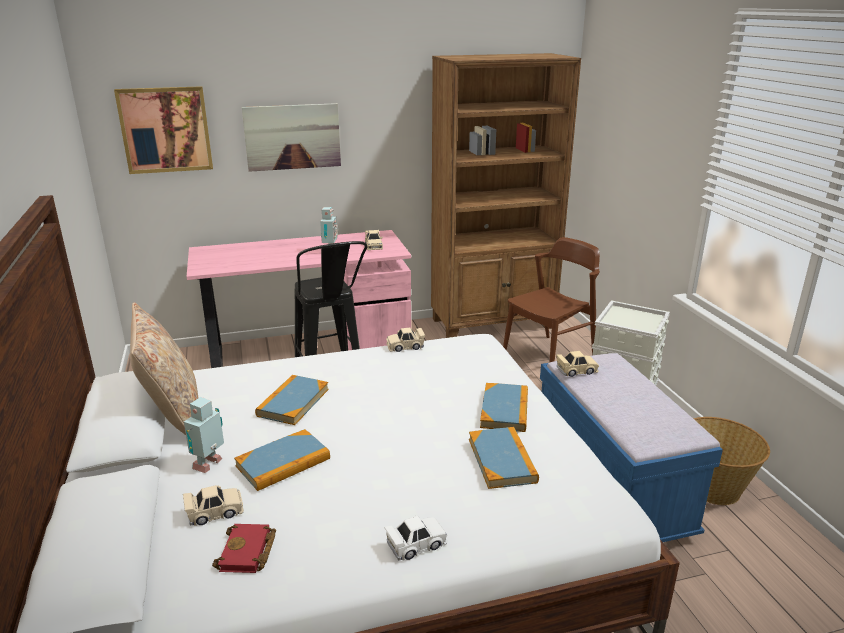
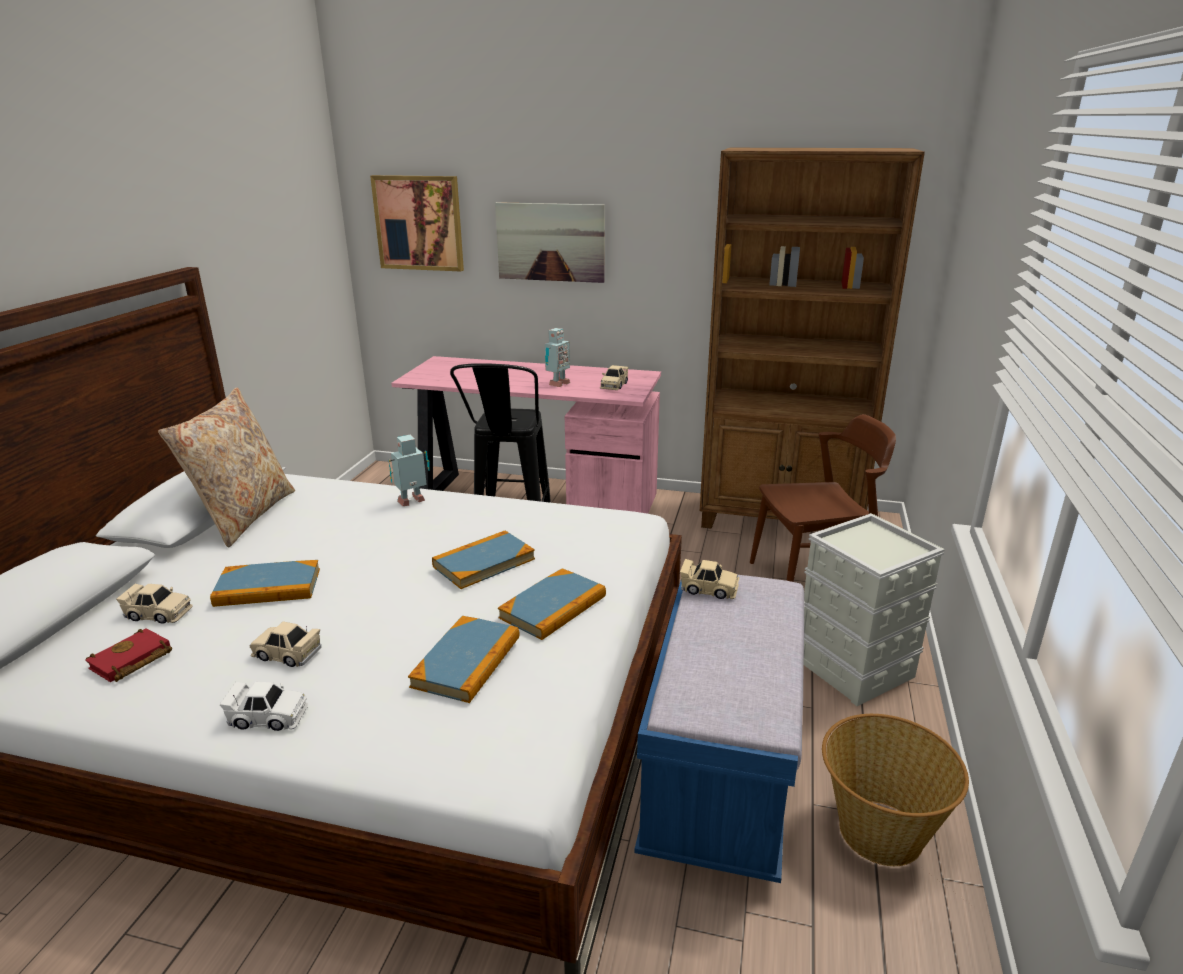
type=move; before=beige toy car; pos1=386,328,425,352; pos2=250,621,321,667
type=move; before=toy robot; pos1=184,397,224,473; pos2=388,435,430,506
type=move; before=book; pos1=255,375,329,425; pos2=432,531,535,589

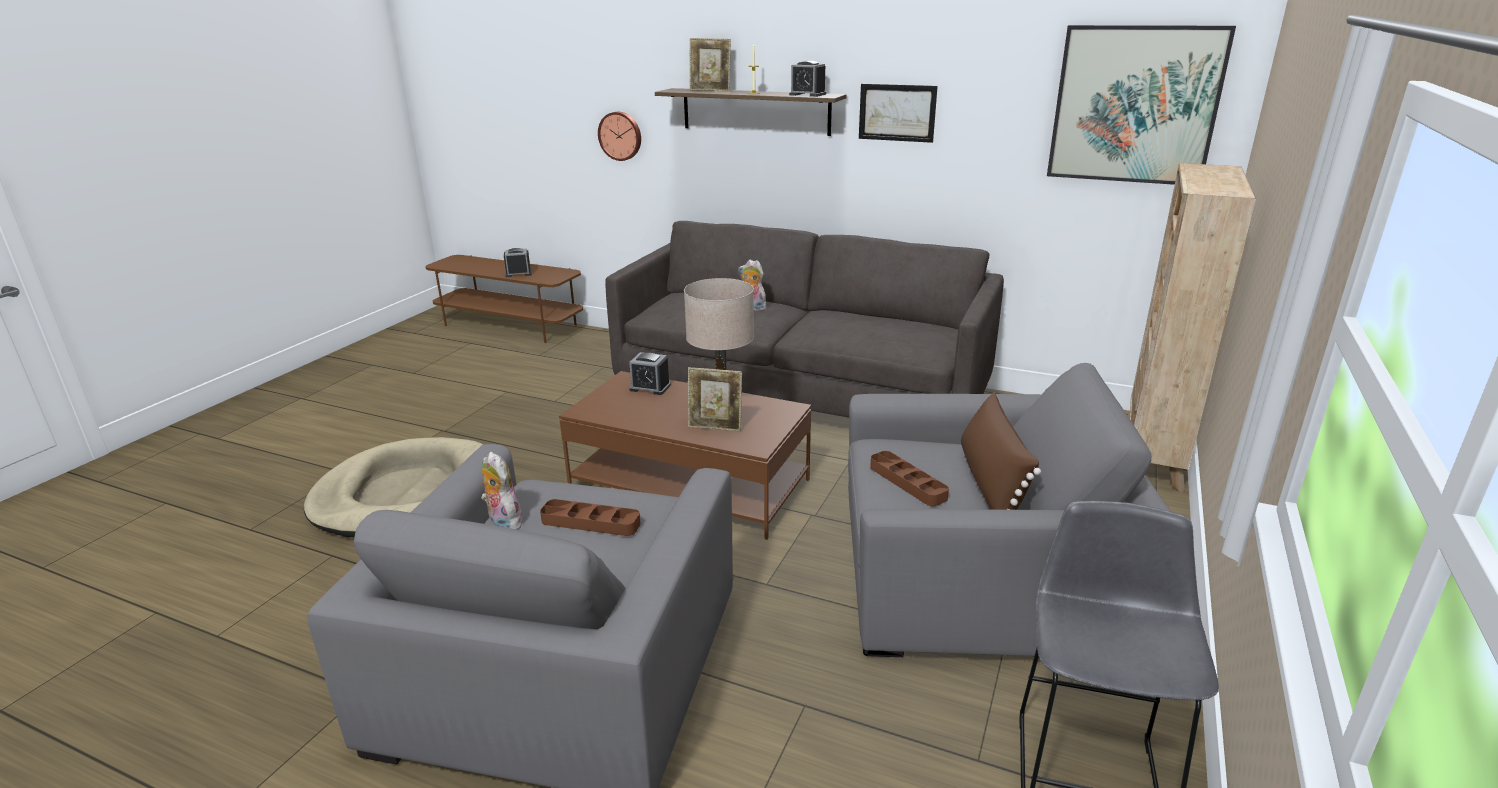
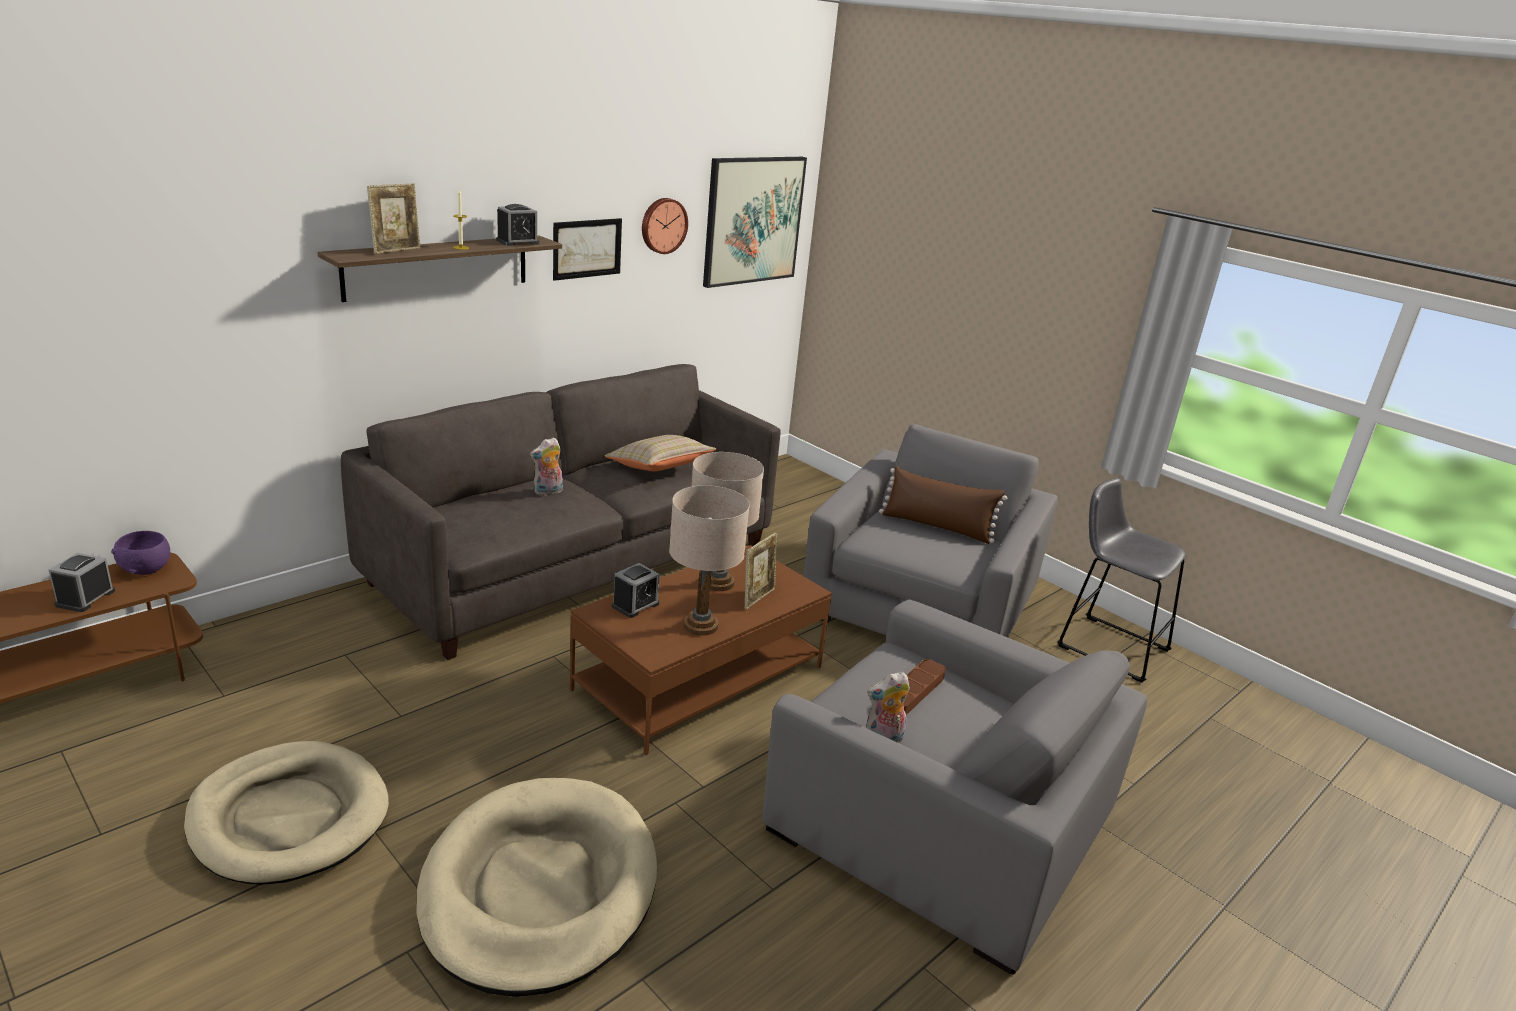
type=insert; after=purple bowl; pos2=111,531,170,575
type=insert; after=beige dog bed; pos2=184,741,389,885
type=insert; after=beige pillow; pos2=604,435,716,471
type=move; before=wall clock; pos1=598,112,641,161; pos2=642,198,688,254
type=insert; after=beige table lamp; pos2=669,485,750,636
type=delete; before=brown tray; pos1=870,451,949,506
type=delete; before=beige bookcase; pos1=1128,163,1256,493

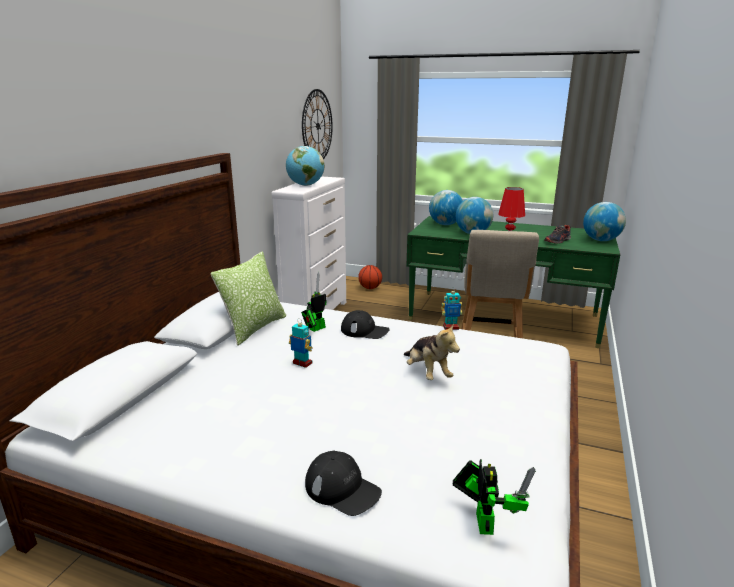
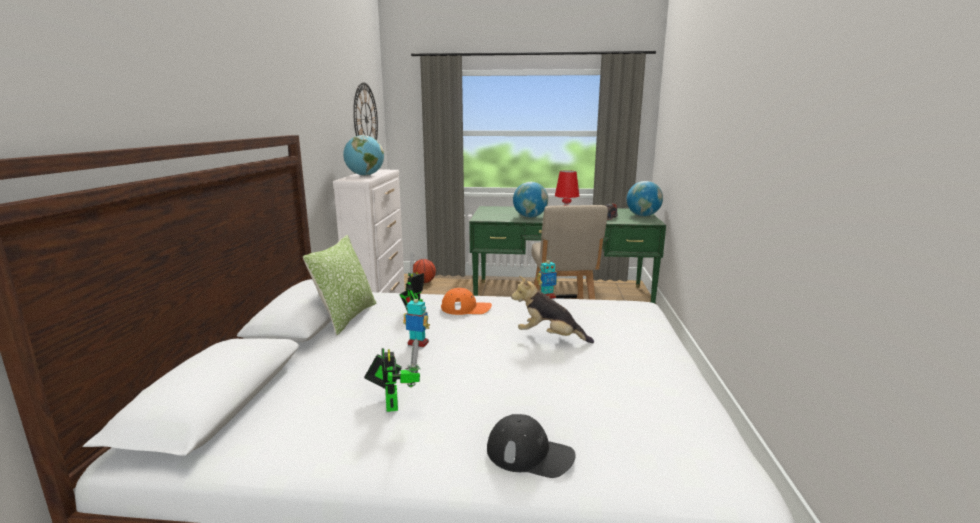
type=move; before=toy robot; pos1=453,459,536,535; pos2=364,339,421,412
type=recolor; before=black cap; after=orange cap; pos1=341,310,390,339; pos2=441,288,492,315
type=rotate; before=plush toy; pos1=404,323,460,380; pos2=511,276,594,343; turn=150
type=delete; before=globe; pos1=429,190,463,225

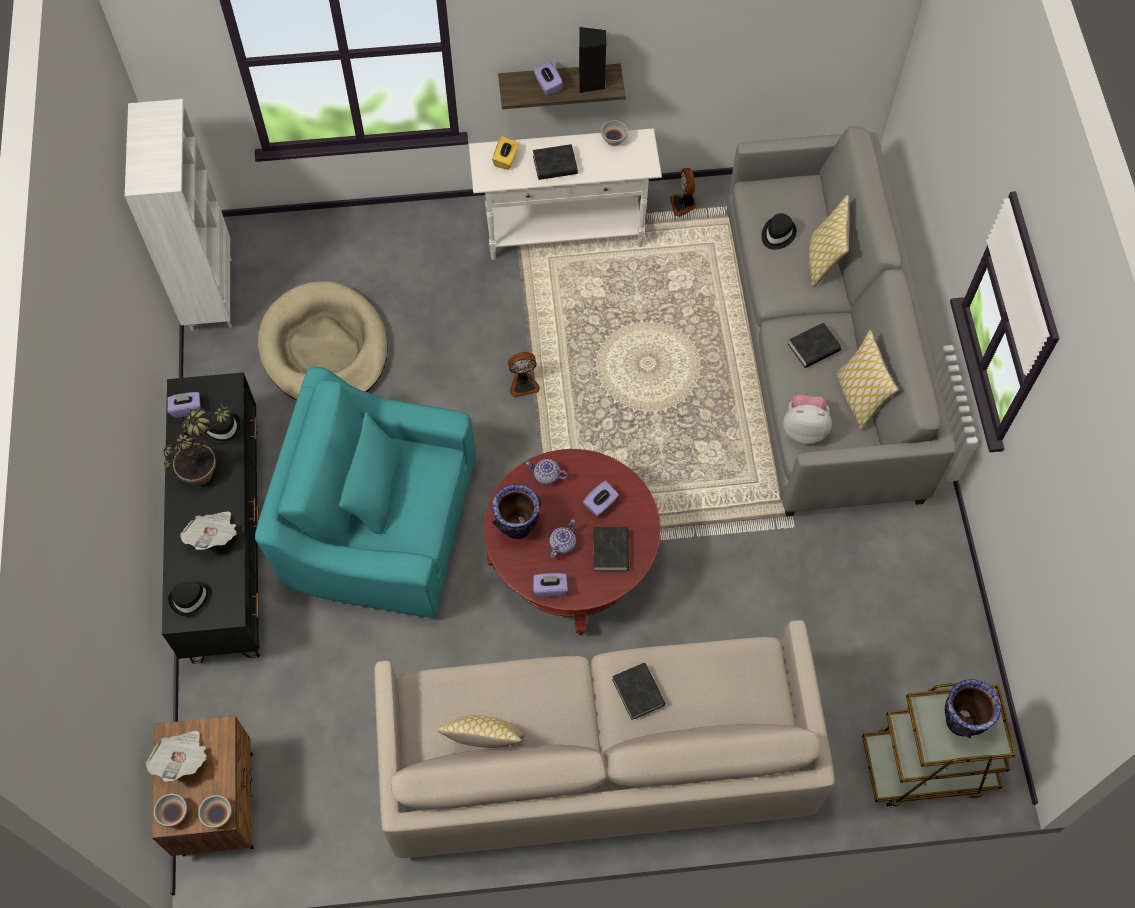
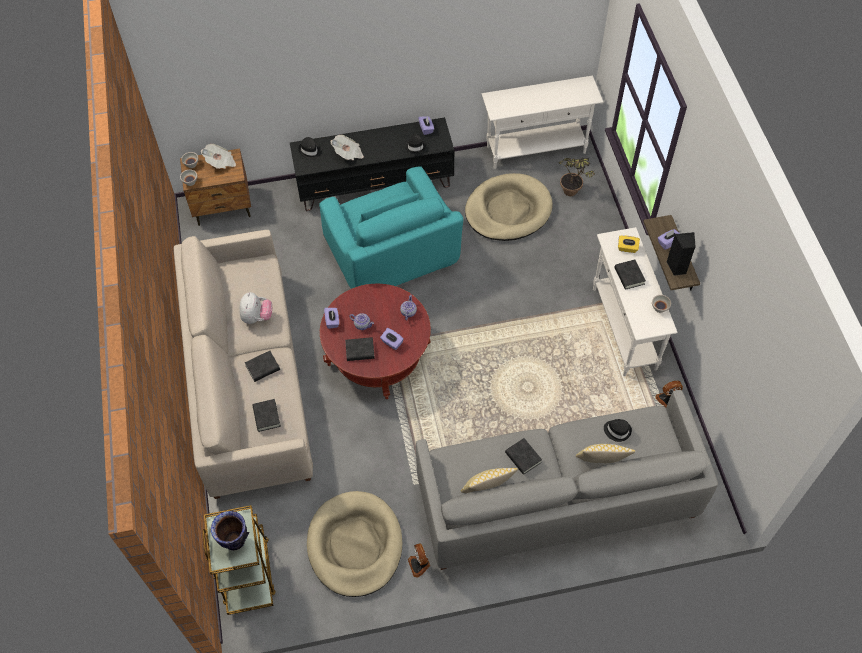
type=move; before=plush toy; pos1=783,394,832,444; pos2=240,292,272,324
type=insert; after=black book; pos2=252,399,281,432
type=insert; after=beige dog bed; pos2=307,491,402,597
type=rotate; before=turquoise armchair; pos1=255,366,476,618; pos2=319,166,463,289; turn=150
type=move; before=fan; pos1=508,352,540,398; pos2=408,543,430,577
type=replace; before=white bookcase; after=white console table; pos1=125,99,232,331; pos2=482,75,603,169
type=move; before=potted plant; pos1=163,403,232,485; pos2=559,158,595,196
type=delete; before=pillow; pos1=438,715,525,748
type=delete; before=vase; pos1=492,484,541,539

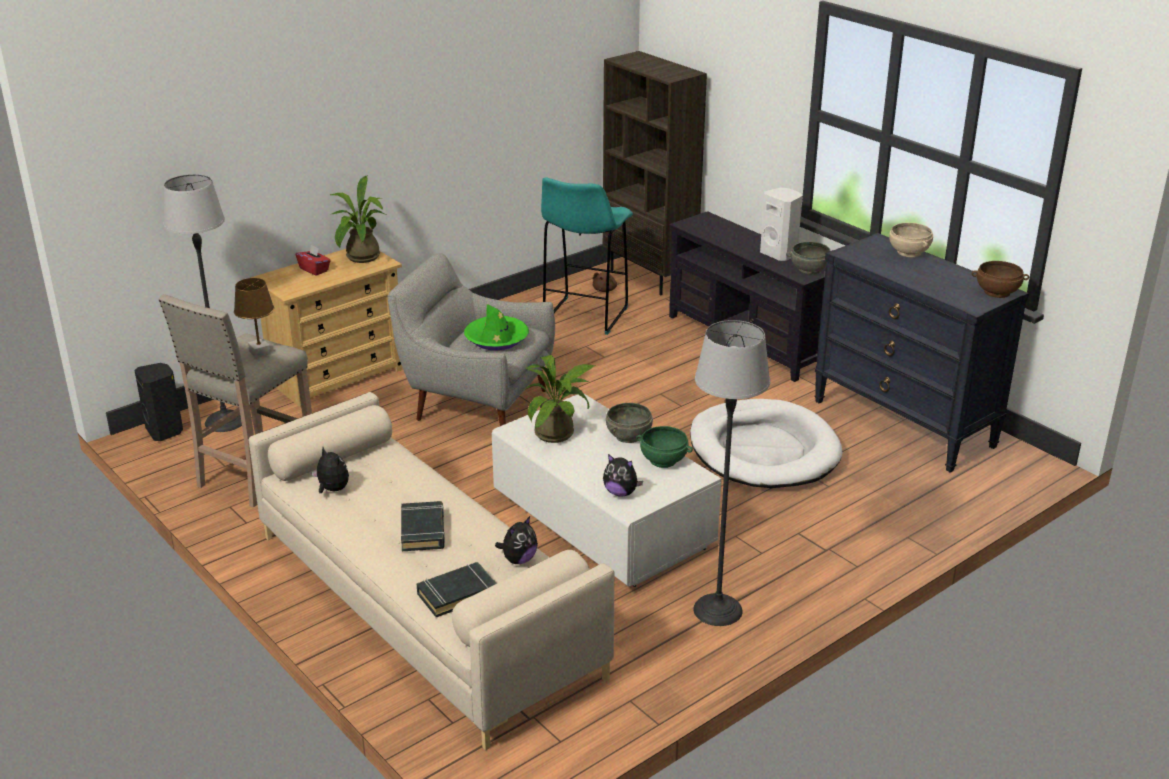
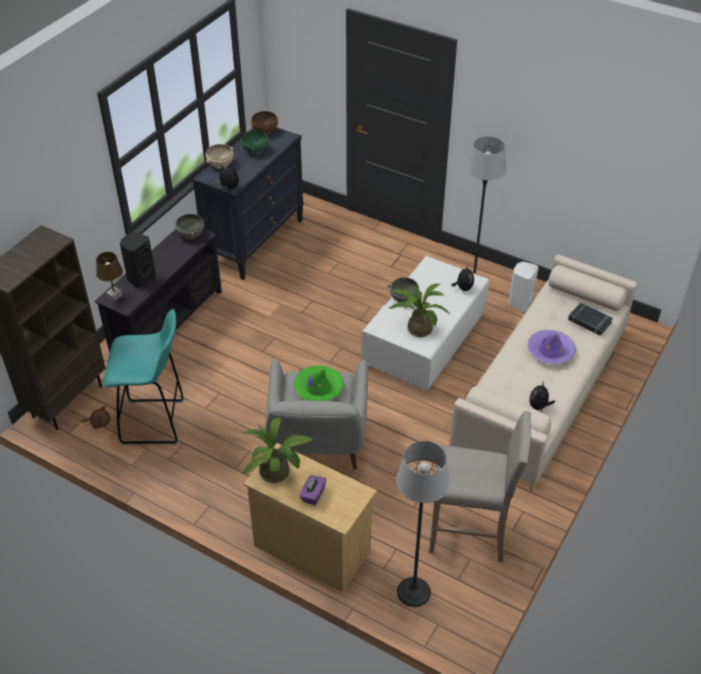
type=move; before=brown table lamp; pos1=234,278,274,358; pos2=96,252,123,302
type=move; before=black speaker; pos1=134,363,183,441; pos2=120,232,156,288
type=move; before=plush toy; pos1=495,516,538,564; pos2=216,165,239,191
type=move; before=green bowl; pos1=636,426,693,468; pos2=241,130,269,155
type=recolor; before=red tissue box; after=purple tissue box; pos1=296,245,331,276; pos2=299,475,326,505
type=move; before=white speaker; pos1=760,187,802,261; pos2=508,262,539,312
type=replace; before=black book; after=purple hat; pos1=401,501,445,551; pos2=528,330,576,364
type=delete; before=white dog bed; pos1=690,399,843,488

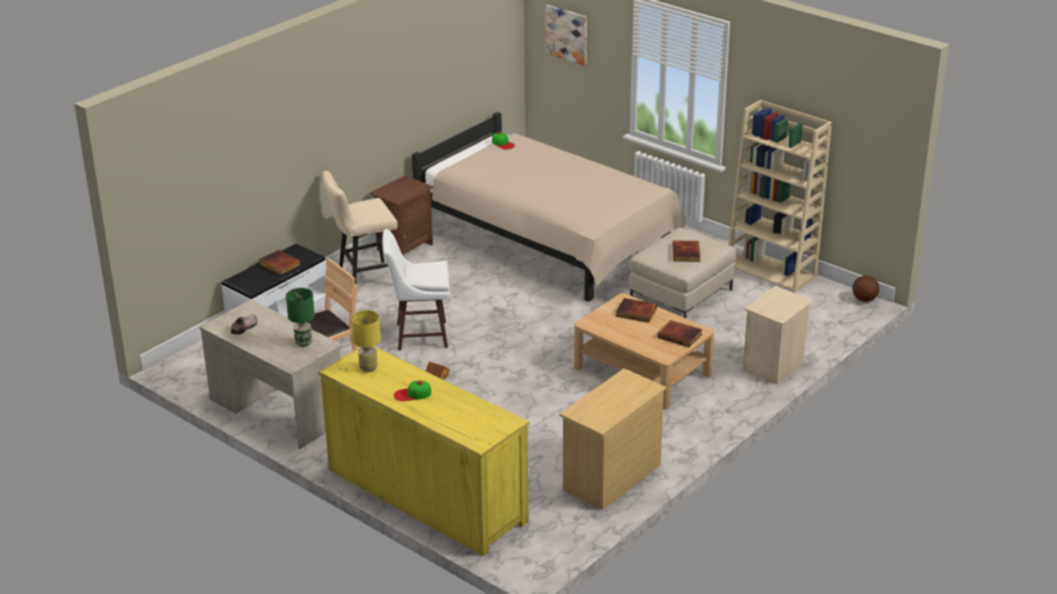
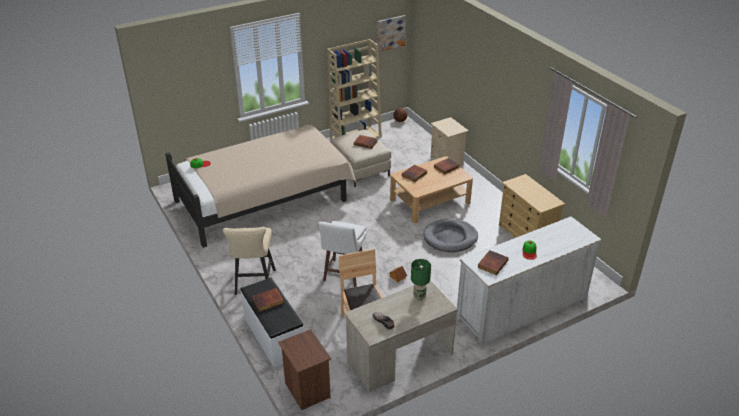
type=move; before=brown nightstand; pos1=370,175,433,256; pos2=278,329,331,410
type=move; before=picture; pos1=545,5,587,65; pos2=377,15,406,52
type=insert; after=grey dog bed; pos2=423,218,478,252
type=recolor; before=yellow dresser; after=white dresser; pos1=318,346,530,556; pos2=456,216,602,345
type=replace; before=yellow table lamp; after=book; pos1=351,310,381,372; pos2=477,250,509,275

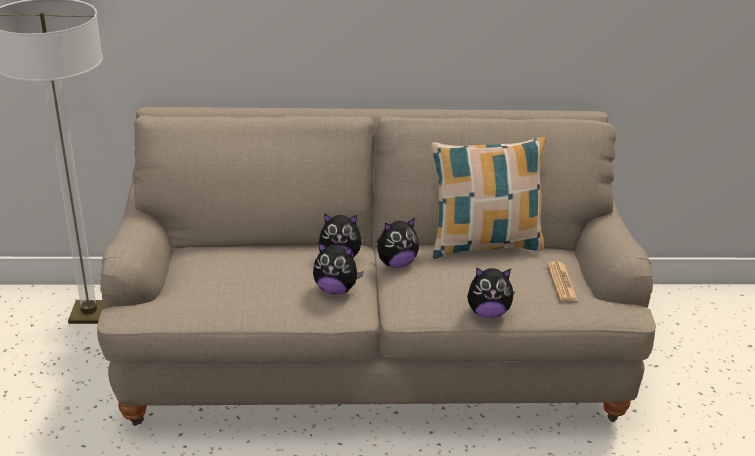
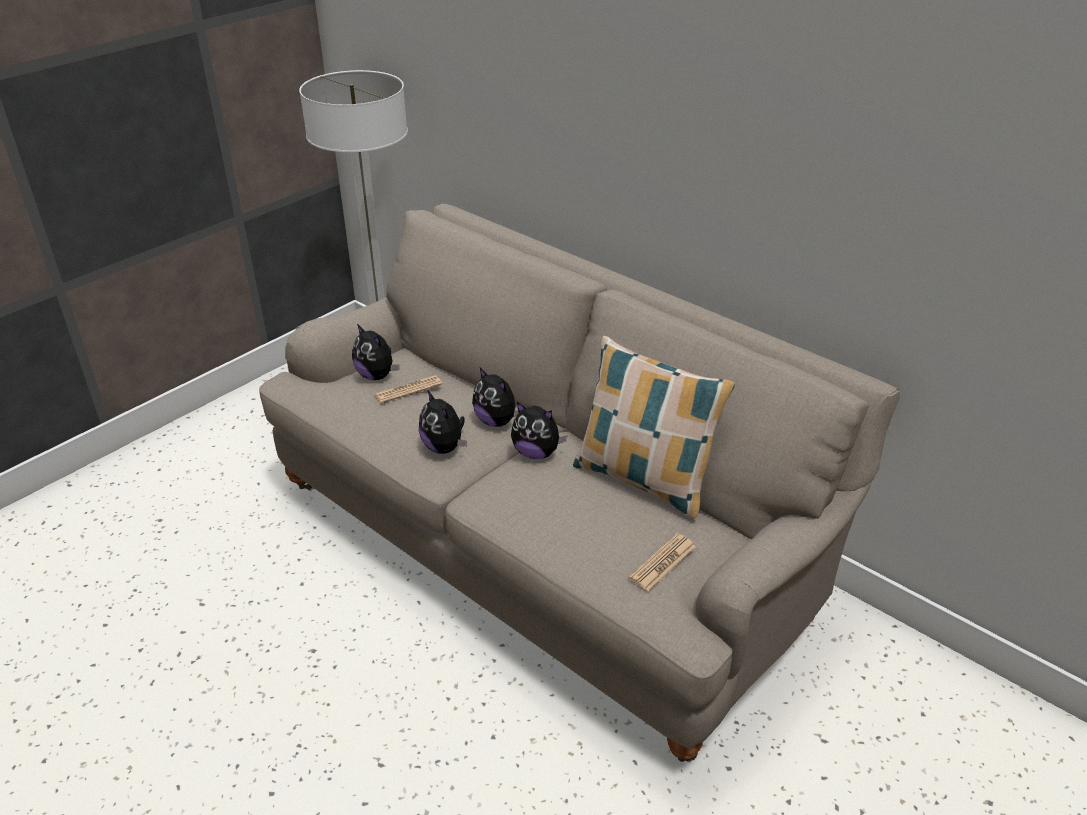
type=move; before=plush toy; pos1=467,267,515,318; pos2=352,324,399,380
type=insert; after=newspaper; pos2=374,375,442,403

